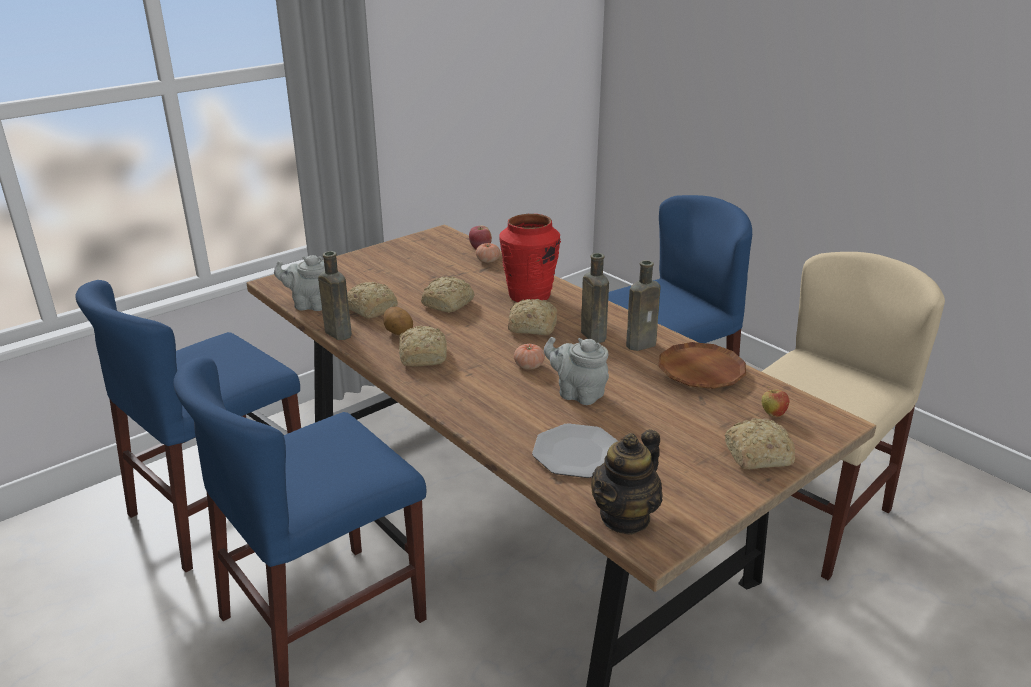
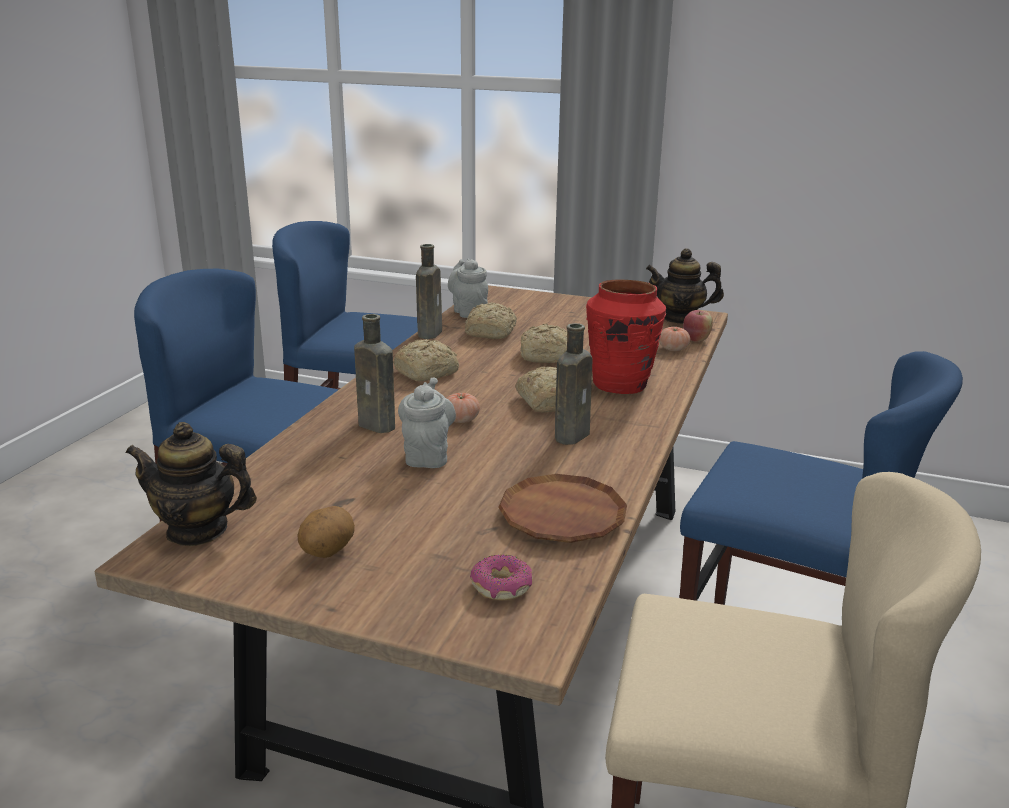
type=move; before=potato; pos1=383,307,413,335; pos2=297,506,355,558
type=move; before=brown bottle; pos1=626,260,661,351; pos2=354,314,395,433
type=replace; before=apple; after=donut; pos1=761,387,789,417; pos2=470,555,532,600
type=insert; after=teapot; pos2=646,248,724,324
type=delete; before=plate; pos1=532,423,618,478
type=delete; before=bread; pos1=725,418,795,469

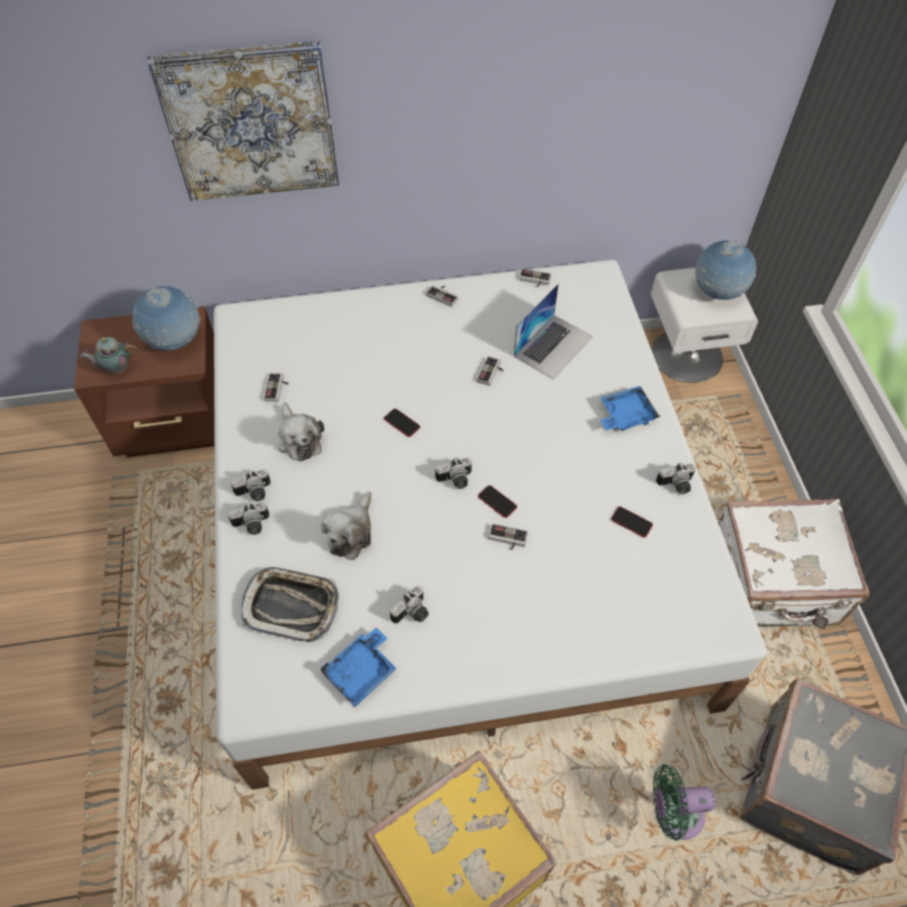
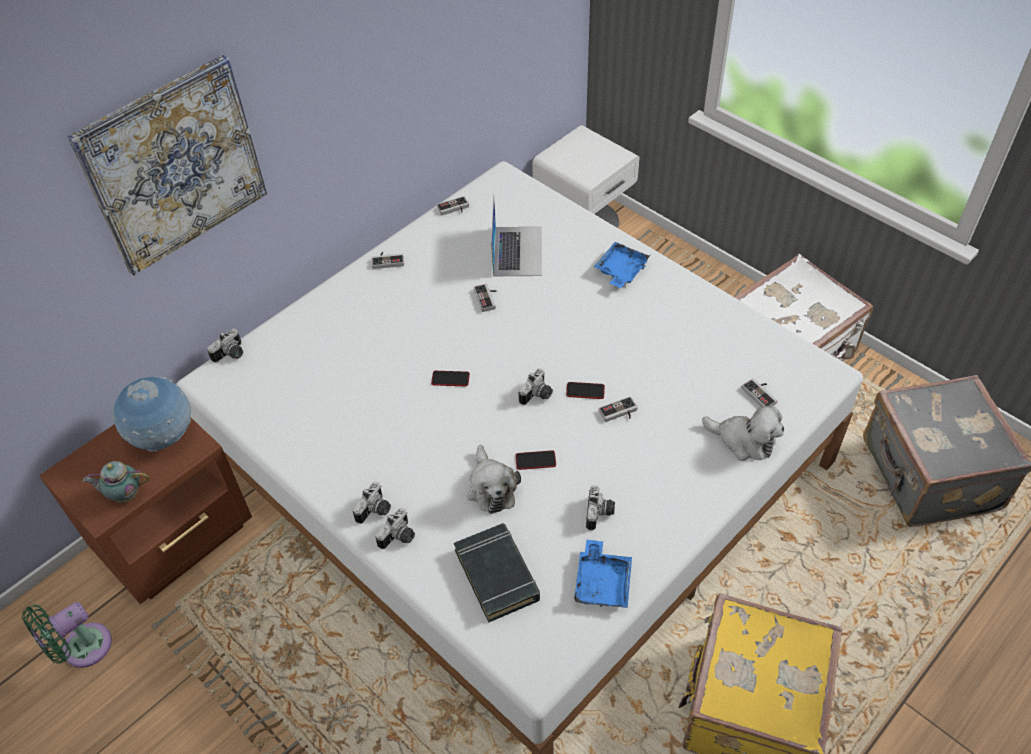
type=move; before=green fan; pos1=653,764,715,841; pos2=22,602,112,668
type=rotate; before=teapot; pos1=80,337,138,374; pos2=82,461,149,503; turn=45
type=move; before=photo camera; pos1=656,462,696,494; pos2=207,329,243,363
type=replace; before=tray; after=black book; pos1=241,567,339,642; pos2=454,523,540,623
type=move; before=phone; pos1=611,507,653,537; pos2=515,450,556,470
type=move; before=plush toy; pos1=278,403,324,462; pos2=702,405,784,461
type=move; before=game controller; pos1=264,373,289,402; pos2=742,378,778,407
type=delete; before=globe; pos1=695,240,756,300

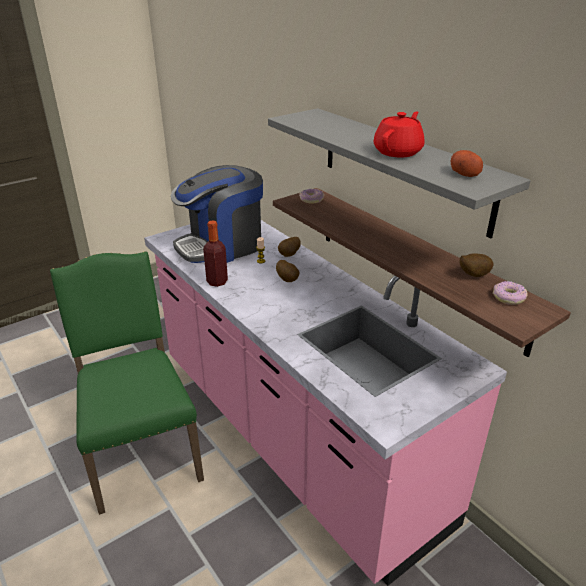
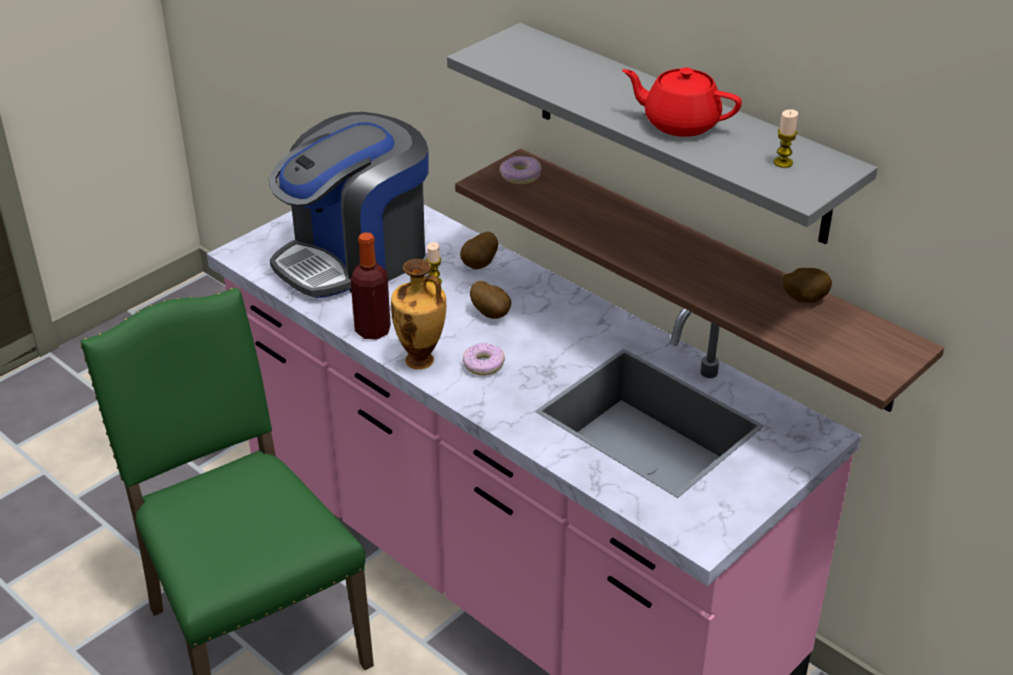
type=insert; after=vase; pos2=391,259,446,369
type=move; before=donut; pos1=493,281,528,305; pos2=462,343,505,376
type=rotate; before=red teapot; pos1=373,111,425,158; pos2=622,67,742,137; turn=-90
type=replace; before=potato; after=candle; pos1=450,150,483,177; pos2=774,109,798,168

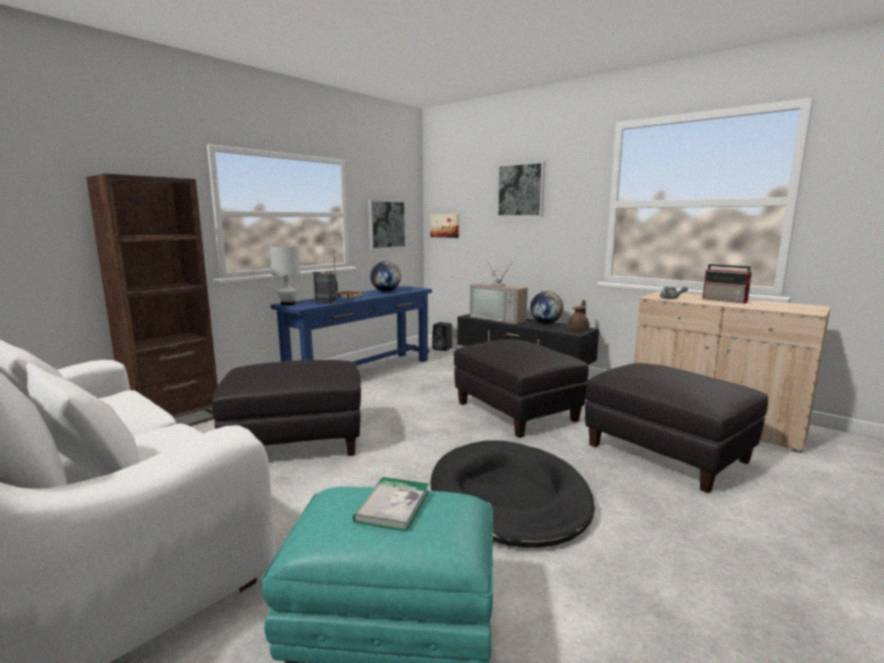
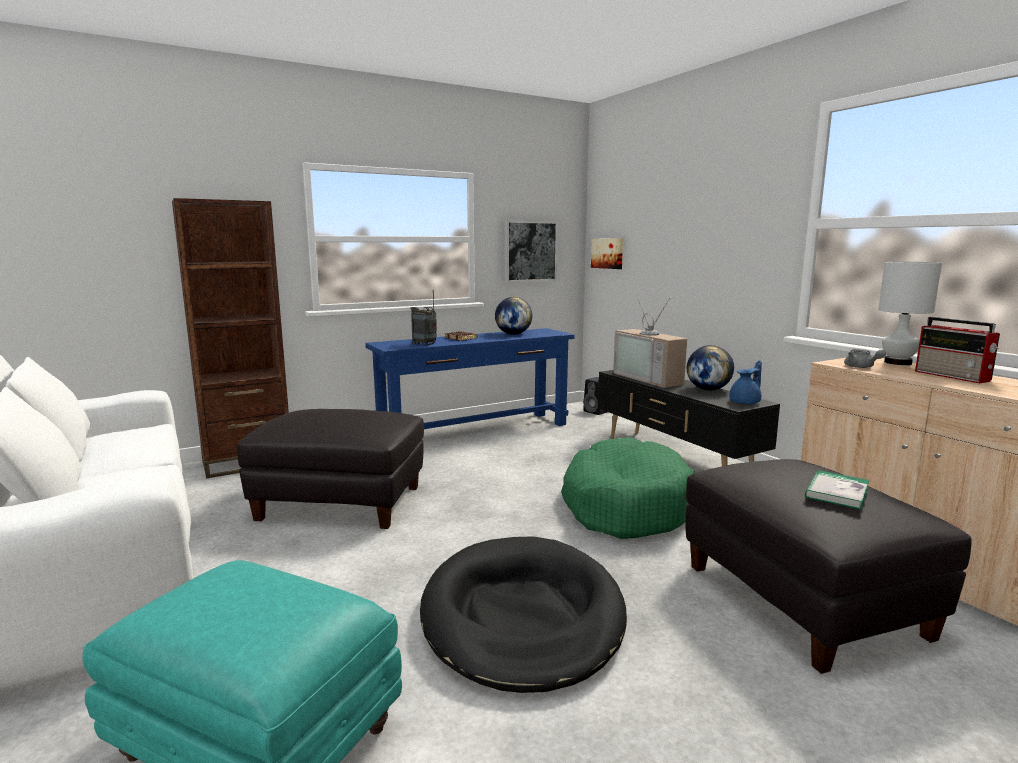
type=replace; before=black ottoman; after=green dog bed; pos1=454,340,589,438; pos2=561,437,695,539
type=recolor; before=brown teapot; after=blue teapot; pos1=568,300,589,331; pos2=729,360,762,404
type=move; before=book; pos1=353,477,429,532; pos2=805,470,869,510
type=move; before=white table lamp; pos1=269,245,300,306; pos2=878,262,942,365
type=delete; before=picture; pos1=497,161,545,217

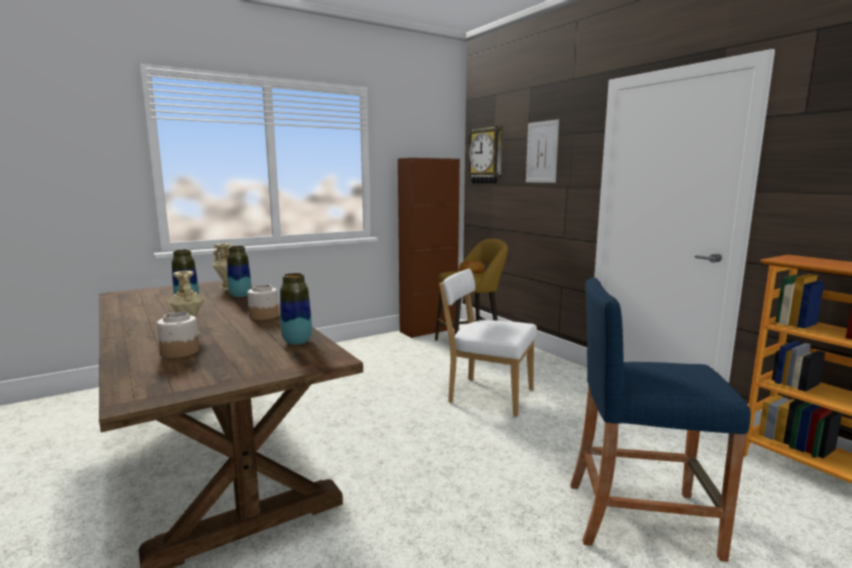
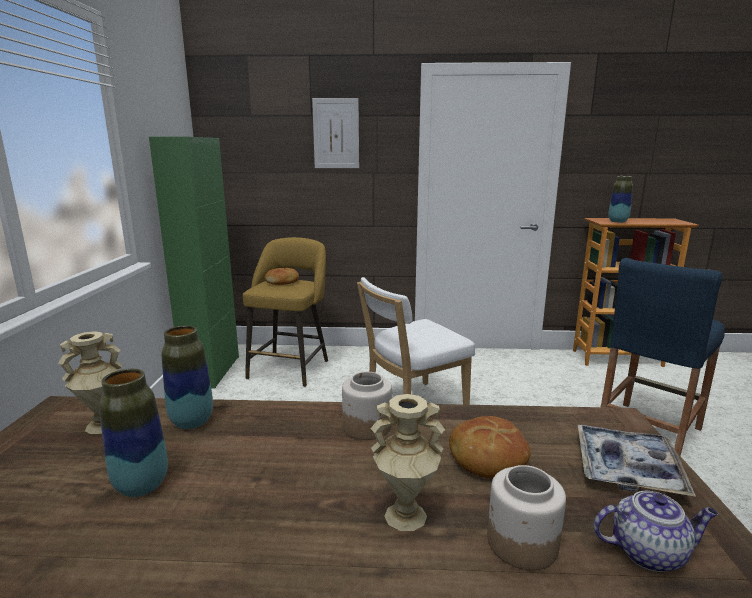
type=recolor; before=brown cabinet; after=green cabinet; pos1=398,158,460,338; pos2=149,137,239,388
type=insert; after=bread; pos2=449,416,531,479
type=insert; after=tray; pos2=578,425,696,497
type=insert; after=teapot; pos2=593,491,718,572
type=move; before=vase; pos1=280,273,312,345; pos2=608,176,633,223
type=delete; before=wall clock; pos1=467,126,503,184

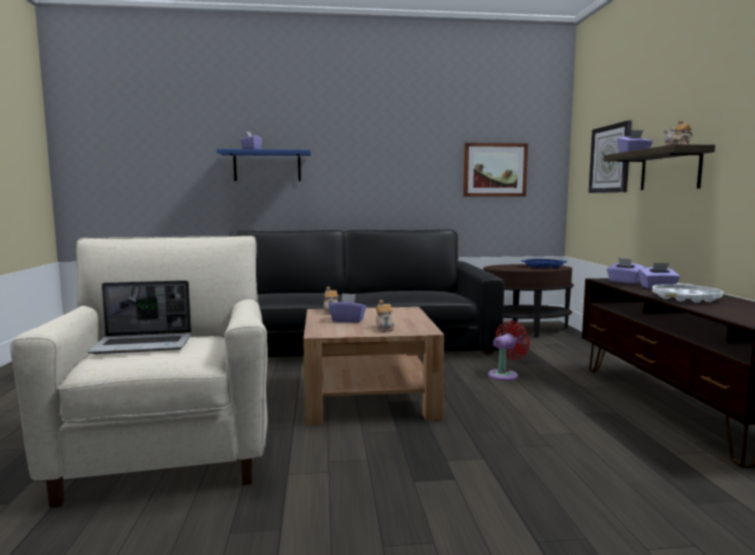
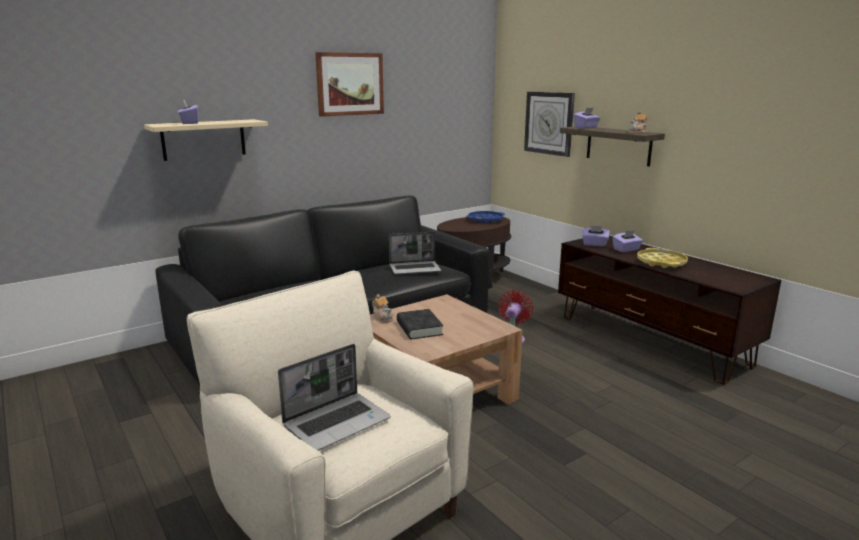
type=recolor; before=blue shelf; after=beige shelf; pos1=216,149,311,181; pos2=144,119,268,161
type=move; before=picture; pos1=463,143,528,196; pos2=315,52,384,117
type=insert; after=laptop; pos2=389,232,441,275
type=replace; before=purple tissue box; after=black book; pos1=329,293,367,323; pos2=397,309,443,339
type=recolor; before=white tray; after=yellow tray; pos1=652,284,723,303; pos2=637,248,688,268
type=delete; before=teapot; pos1=376,300,394,332

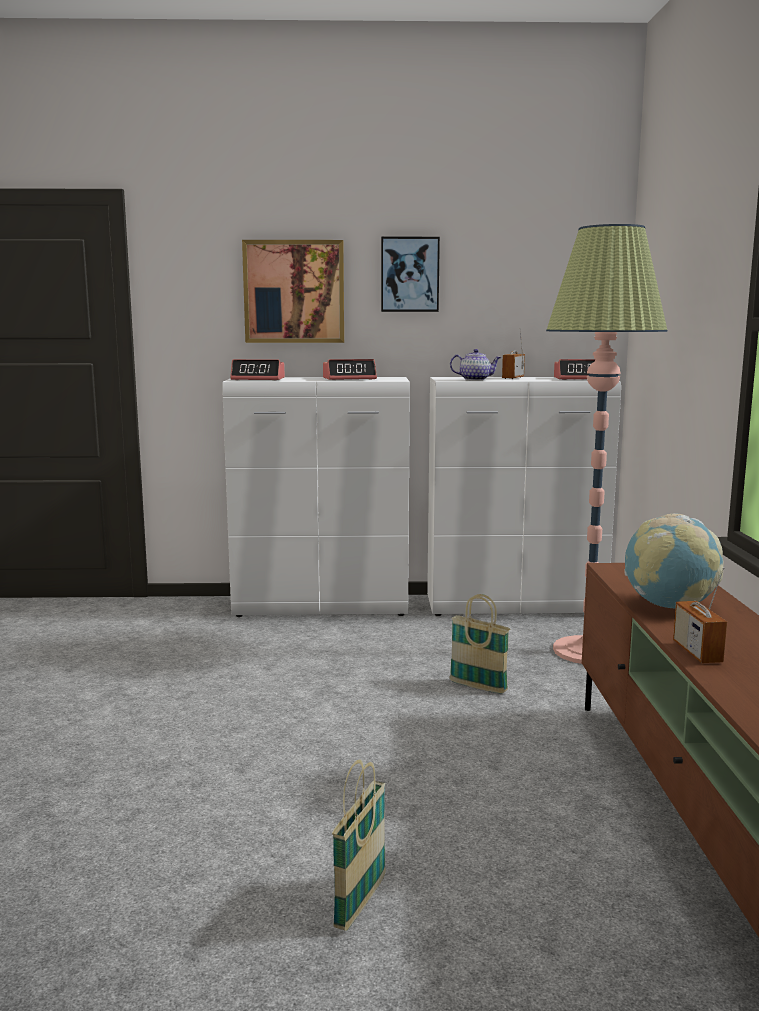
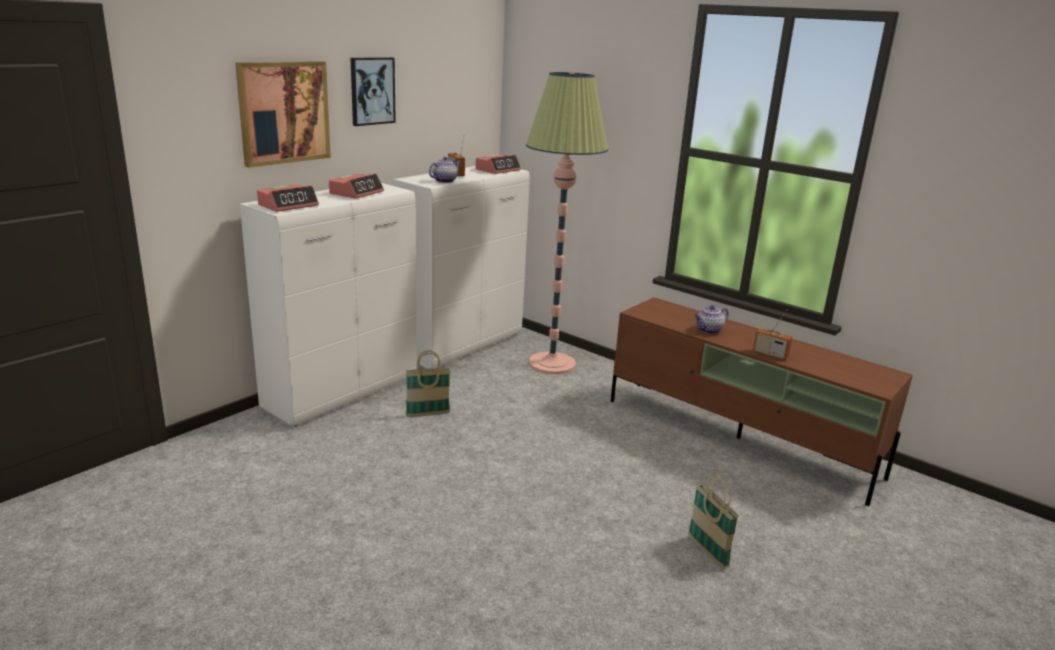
type=move; before=basket; pos1=449,594,510,694; pos2=405,350,451,417
type=replace; before=globe; after=teapot; pos1=624,513,724,608; pos2=695,305,729,334

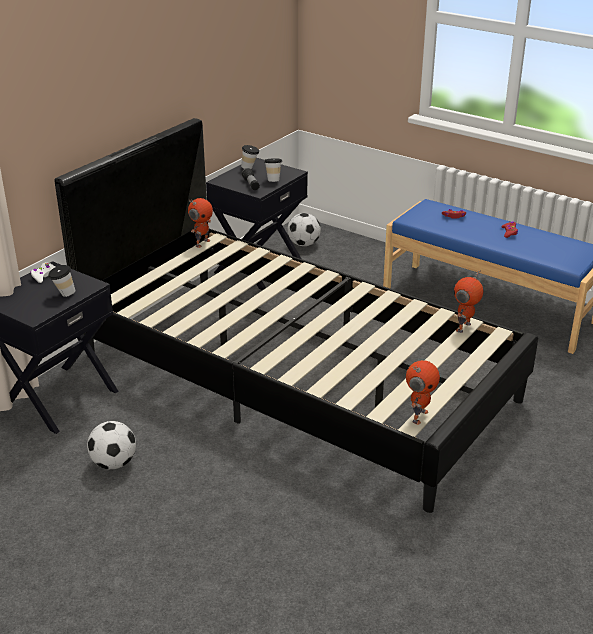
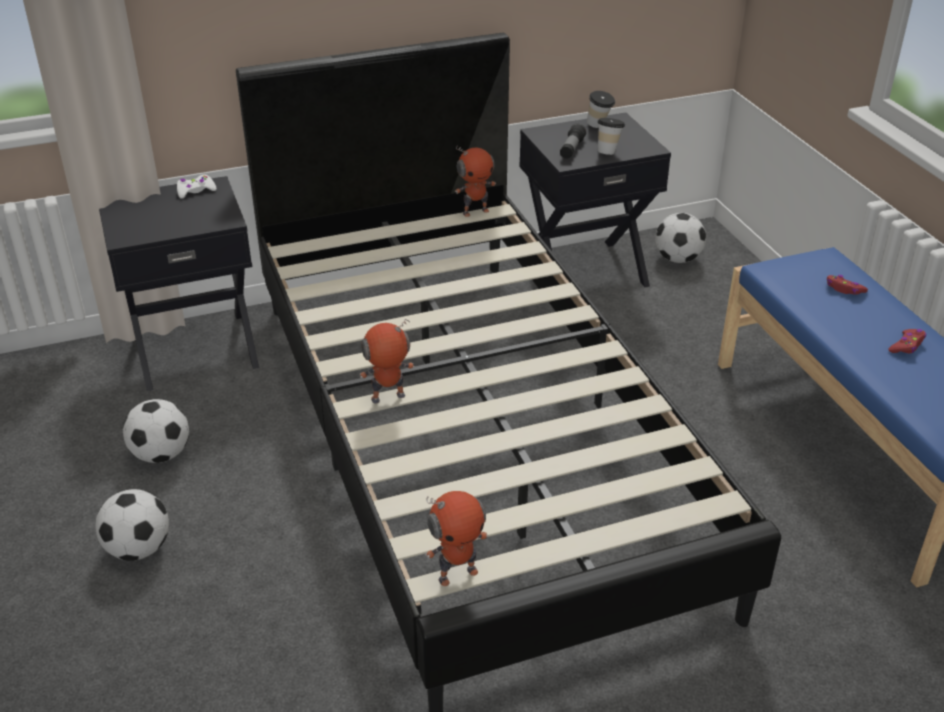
type=insert; after=football; pos2=95,489,169,561
type=move; before=toy robot; pos1=454,270,483,333; pos2=360,319,415,403
type=delete; before=cup; pos1=48,265,75,297

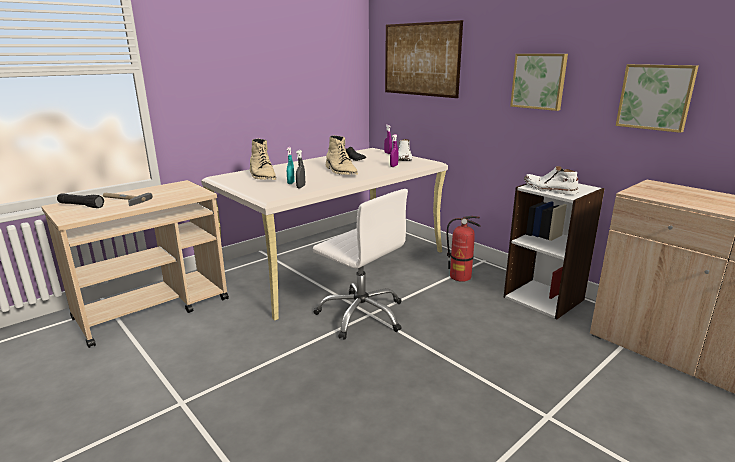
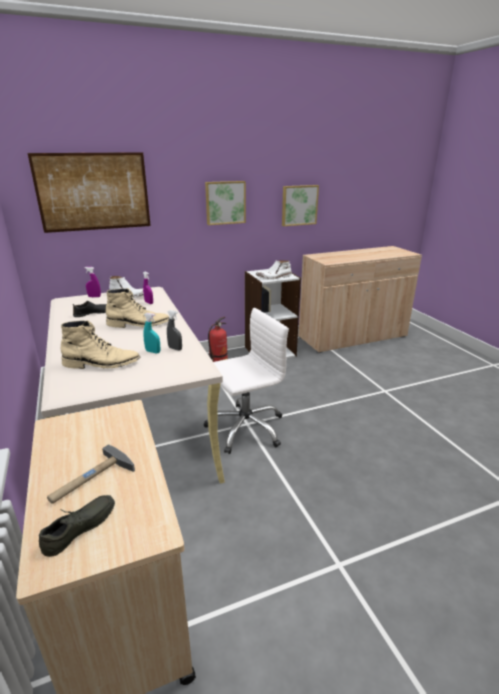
type=replace; before=black flashlight; after=grey shoe; pos1=57,193,104,208; pos2=39,495,115,557

